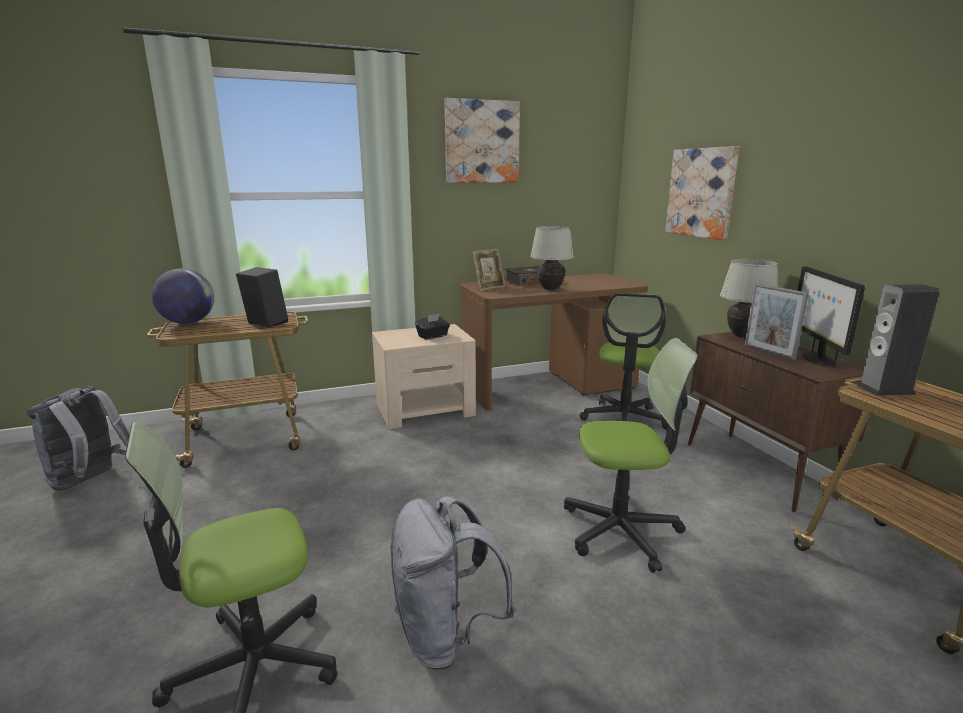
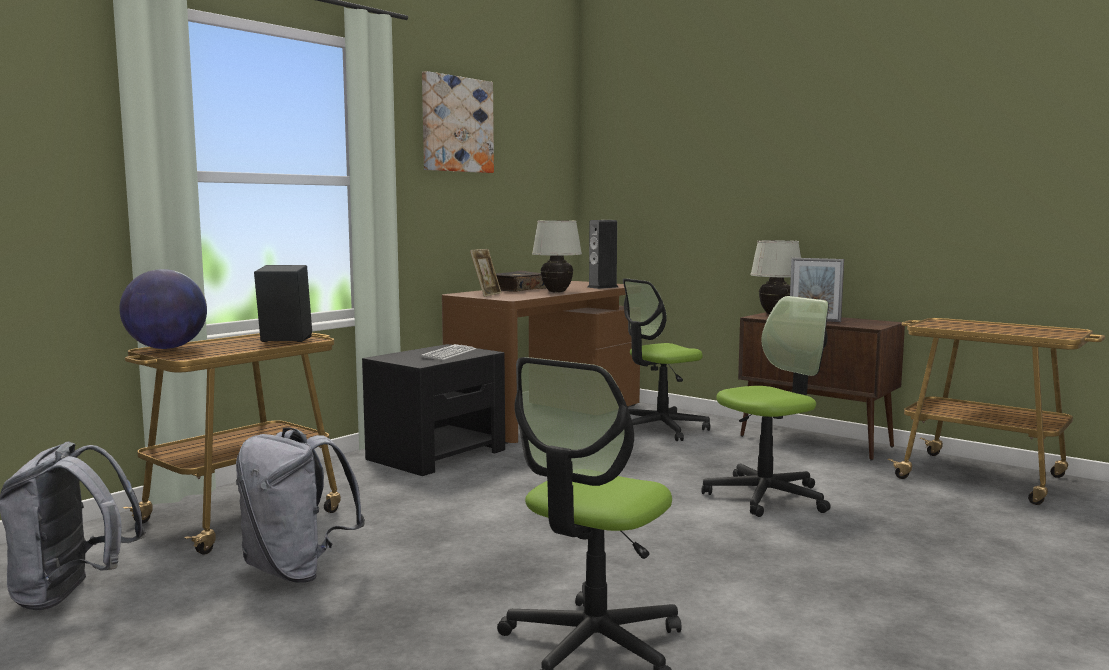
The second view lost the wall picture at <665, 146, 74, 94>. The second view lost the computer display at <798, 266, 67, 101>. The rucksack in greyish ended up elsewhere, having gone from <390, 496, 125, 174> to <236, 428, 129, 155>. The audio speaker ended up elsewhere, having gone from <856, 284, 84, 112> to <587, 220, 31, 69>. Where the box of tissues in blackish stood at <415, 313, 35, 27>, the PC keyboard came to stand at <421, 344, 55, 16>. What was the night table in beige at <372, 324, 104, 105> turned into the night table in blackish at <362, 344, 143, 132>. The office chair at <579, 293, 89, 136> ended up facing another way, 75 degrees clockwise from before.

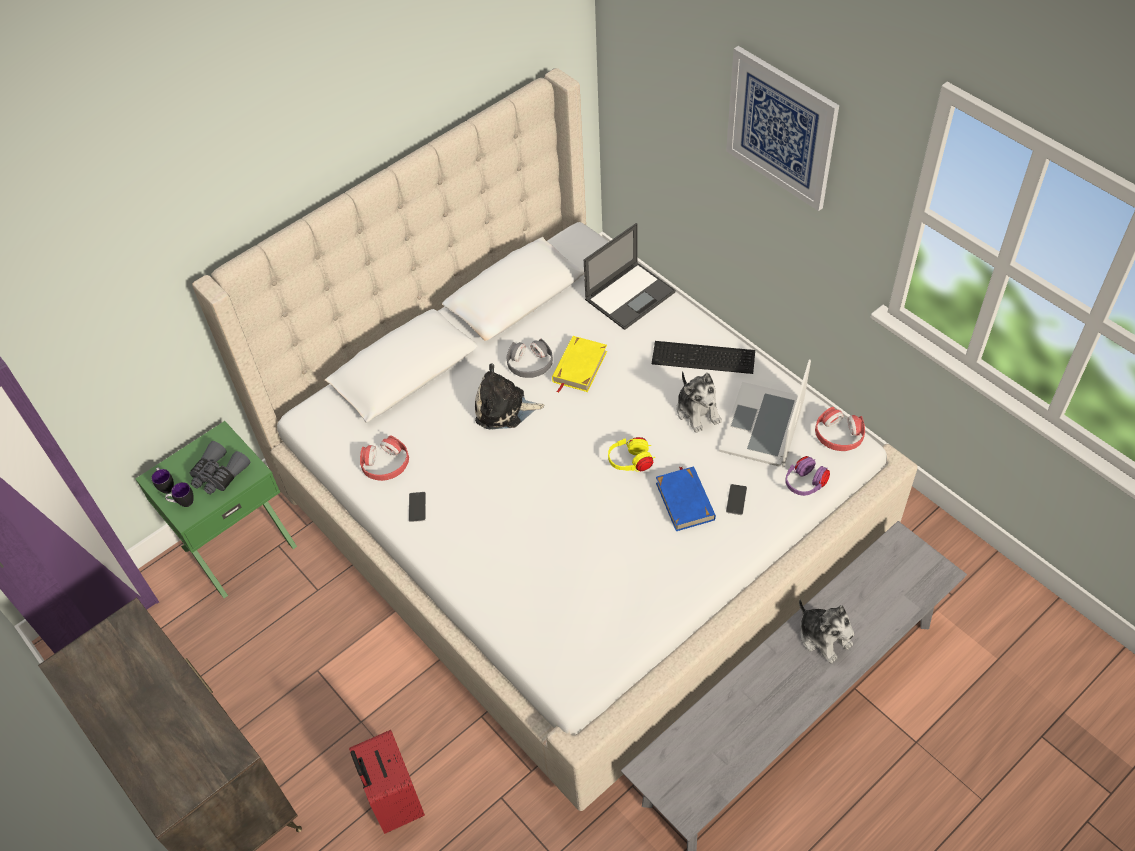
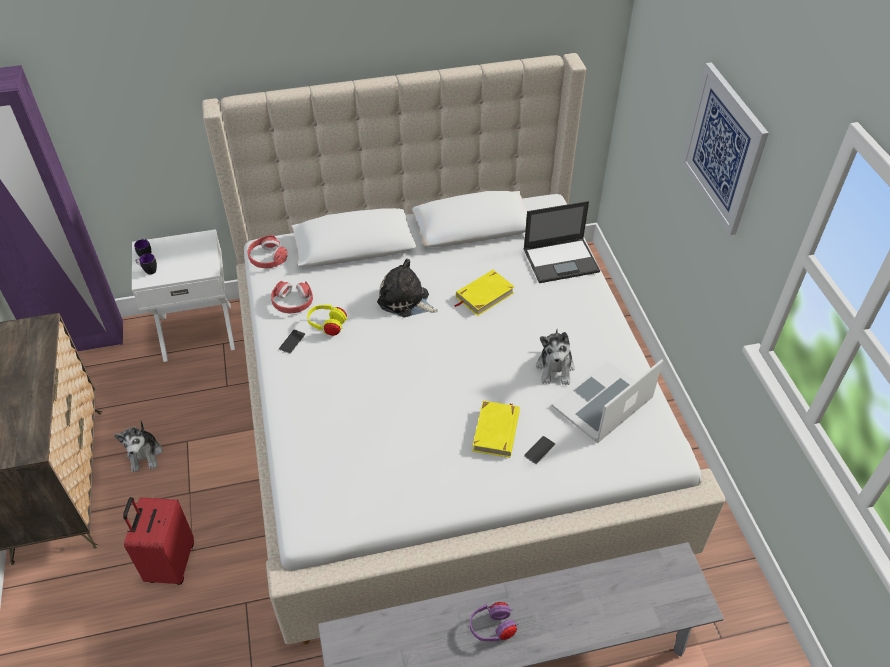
The second view lost the field glasses in greyish at <190, 441, 60, 53>. The second view lost the headphones in greyish at <507, 339, 46, 39>. The second view lost the PC keyboard at <652, 341, 103, 33>. The headphones in yellow-coloured ended up elsewhere, having gone from <608, 437, 47, 34> to <307, 305, 41, 31>. The headphones in purplish ended up elsewhere, having gone from <785, 456, 45, 40> to <470, 602, 48, 40>. The plush toy ended up elsewhere, having gone from <799, 600, 55, 63> to <114, 420, 48, 52>. The headphones in red-coloured ended up elsewhere, having gone from <815, 407, 50, 44> to <247, 235, 41, 33>. What was the night table in green-coloured at <136, 421, 161, 177> turned into the night table in whitish at <132, 229, 103, 133>. What was the bound book in blue-coloured at <656, 466, 60, 65> turned into the bound book in yellow-coloured at <473, 401, 47, 57>.

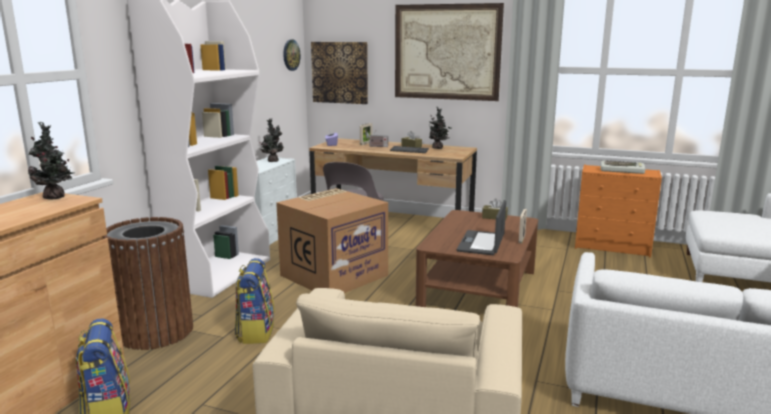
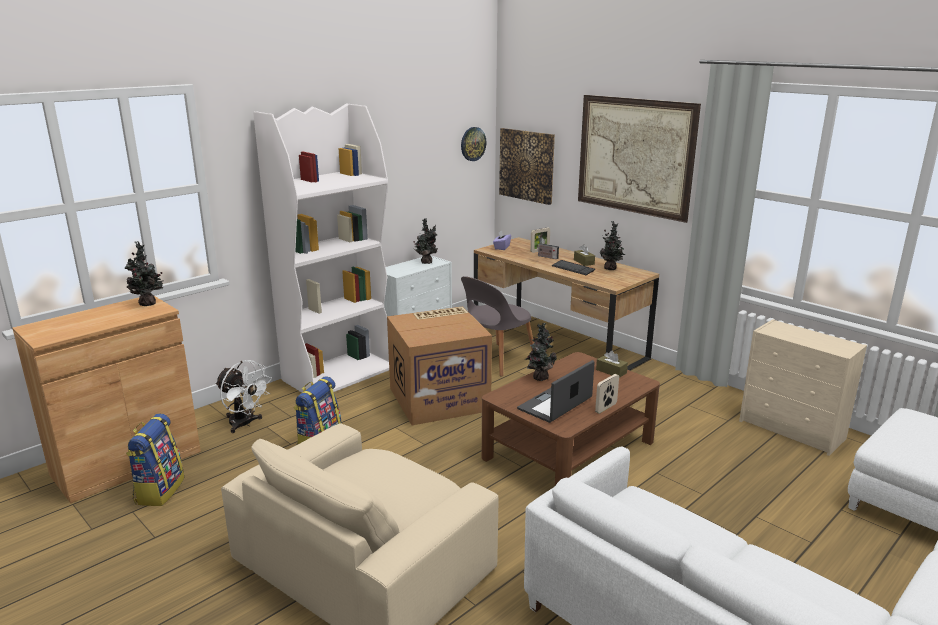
The second view lost the PC keyboard at <600, 160, 45, 14>. The second view gained the plant in a pot at <524, 323, 32, 58>. Where the trash can in brownish stood at <103, 217, 90, 133>, the fan in whitish came to stand at <216, 360, 56, 73>. What was the dresser in orange at <575, 165, 87, 93> turned into the dresser in beige at <739, 319, 128, 137>.

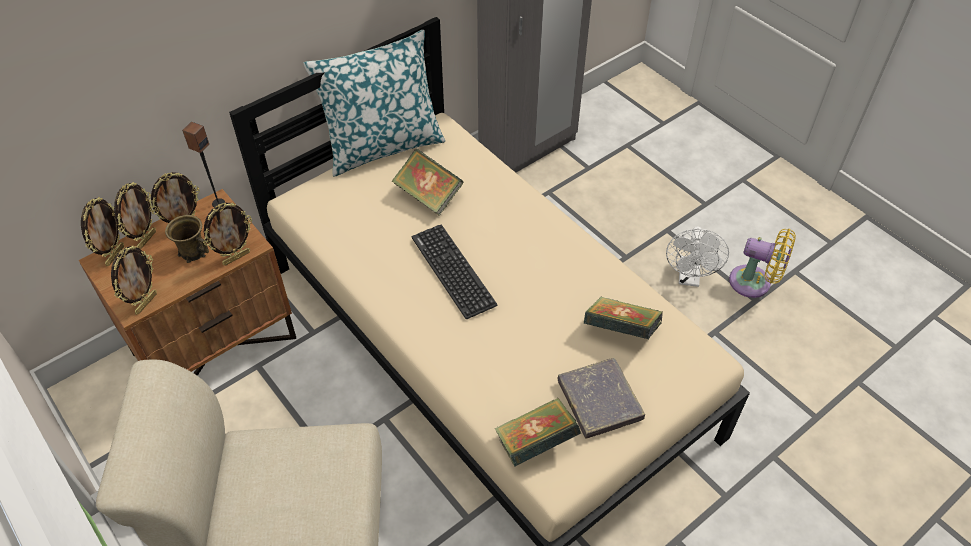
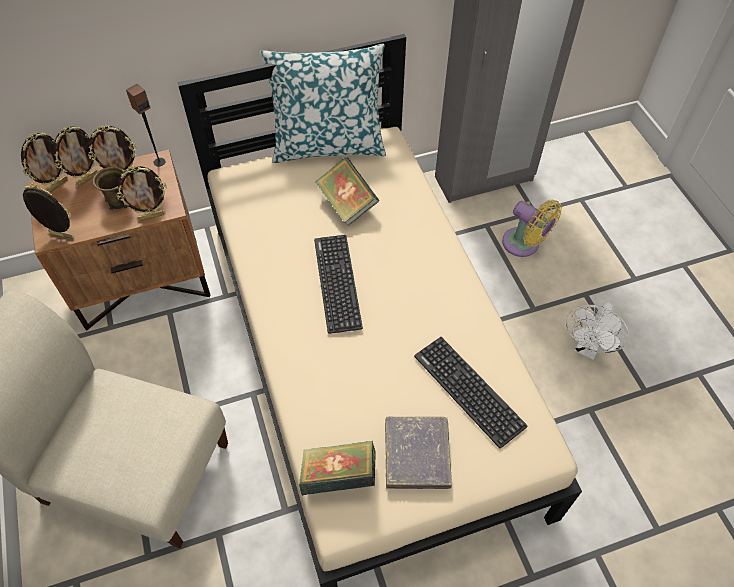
The fan in yellow-coloured ended up elsewhere, having gone from <729, 229, 67, 69> to <502, 200, 60, 57>. Where the bound book stood at <584, 296, 79, 43>, the PC keyboard came to stand at <414, 337, 113, 111>. The photo frame at <111, 245, 46, 70> ended up facing another way, 120 degrees counterclockwise from before.

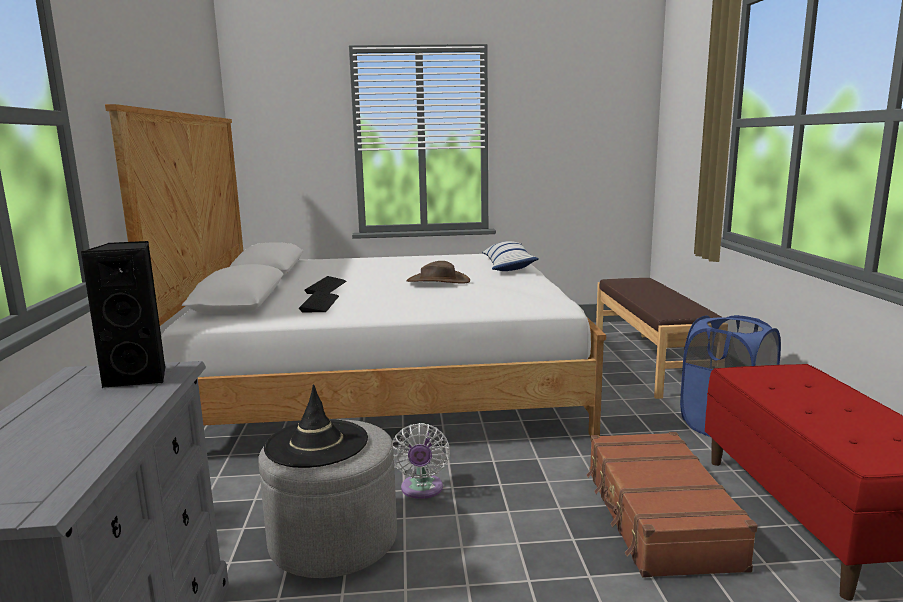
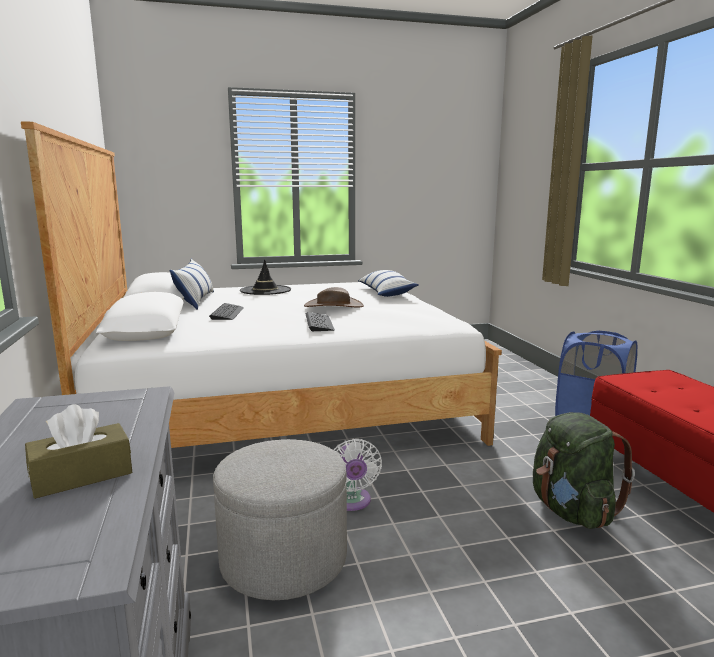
The second view lost the audio speaker in blackish at <80, 241, 86, 147>. The second view lost the long seat in brownish at <596, 278, 125, 121>. The second view gained the box of tissues in brownish at <25, 404, 107, 95>. The second view gained the pillow at <169, 259, 45, 50>. The hat in blackish ended up elsewhere, having gone from <264, 384, 104, 84> to <240, 259, 51, 36>. The PC keyboard ended up elsewhere, having gone from <299, 291, 40, 21> to <305, 312, 30, 19>. Where the travel case in brownish stood at <587, 432, 171, 146>, the rucksack in green-coloured came to stand at <533, 412, 102, 117>.

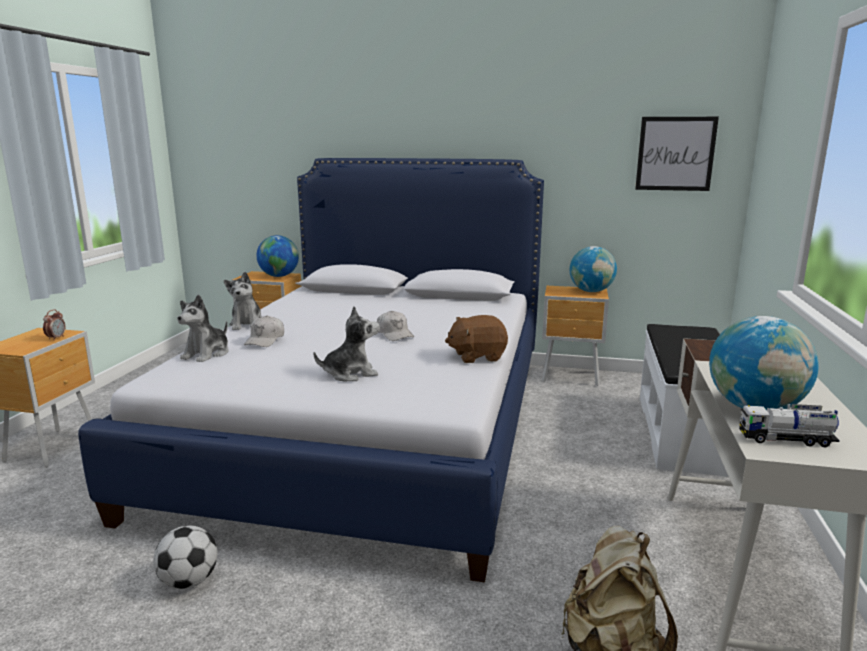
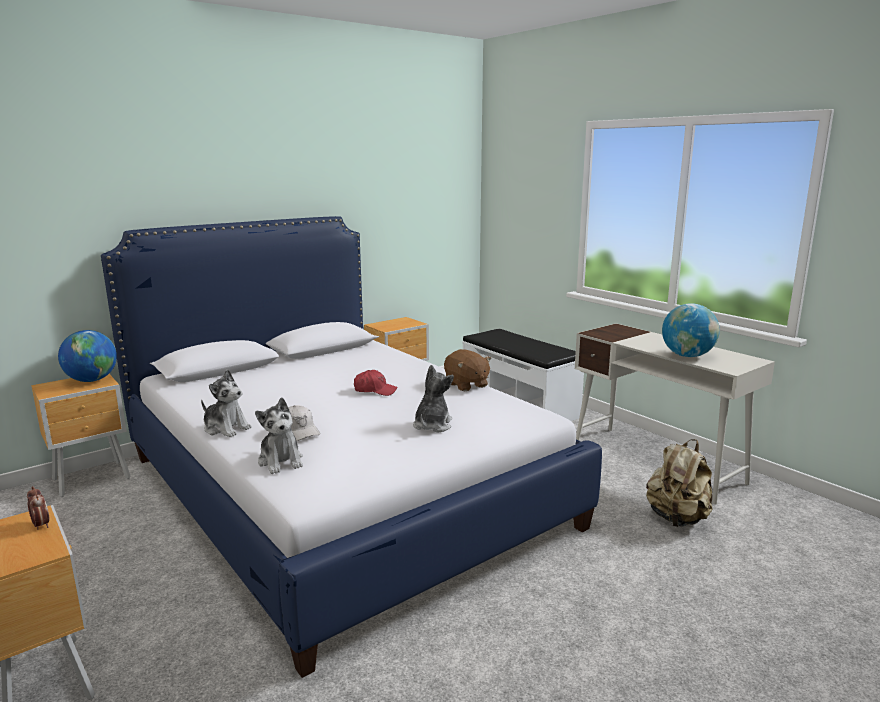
The second view lost the football at <153, 526, 64, 63>. The second view lost the desk globe at <570, 246, 47, 46>. The second view lost the wall picture at <635, 117, 84, 74>. The second view lost the model truck at <739, 404, 101, 43>. What was the cap in whitish at <377, 311, 37, 30> turned into the cap in red-coloured at <354, 370, 44, 26>. The plush toy in brownish at <445, 315, 63, 48> ended up facing another way, 60 degrees counterclockwise from before.

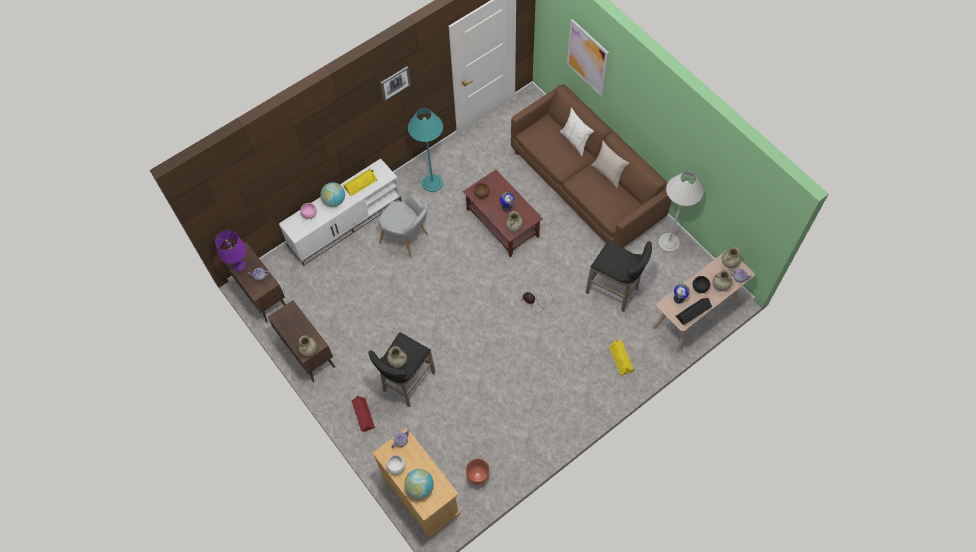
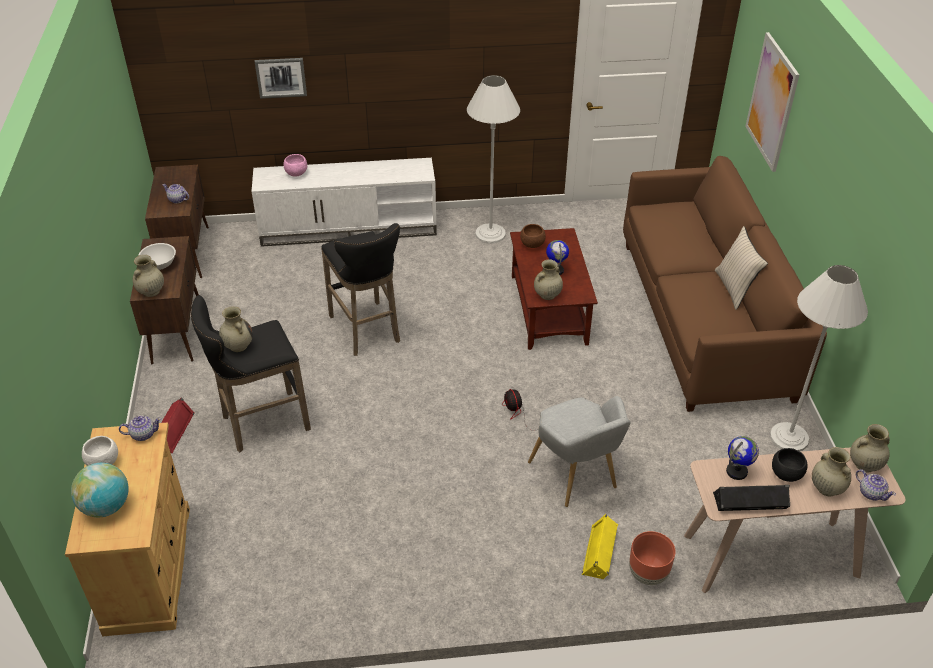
The second view lost the lamp for a table in purplish at <215, 230, 32, 42>. The second view lost the desk globe at <320, 182, 25, 25>. The second view lost the audio speaker in yellow-coloured at <343, 169, 34, 27>. The second view lost the pillow in whitish at <560, 107, 34, 49>. The second view gained the bowl in whitish at <138, 243, 38, 27>. The lounge chair in greyish ended up elsewhere, having gone from <378, 195, 50, 62> to <528, 396, 103, 111>. The wall picture ended up elsewhere, having gone from <380, 66, 31, 35> to <255, 58, 52, 41>. The flower pot in brownish ended up elsewhere, having gone from <466, 459, 24, 27> to <629, 531, 46, 54>. The stool in blackish ended up elsewhere, having gone from <585, 240, 67, 72> to <321, 223, 79, 133>. What was the standard lamp in blue-green at <408, 108, 35, 84> turned into the standard lamp in whitish at <467, 75, 53, 168>.

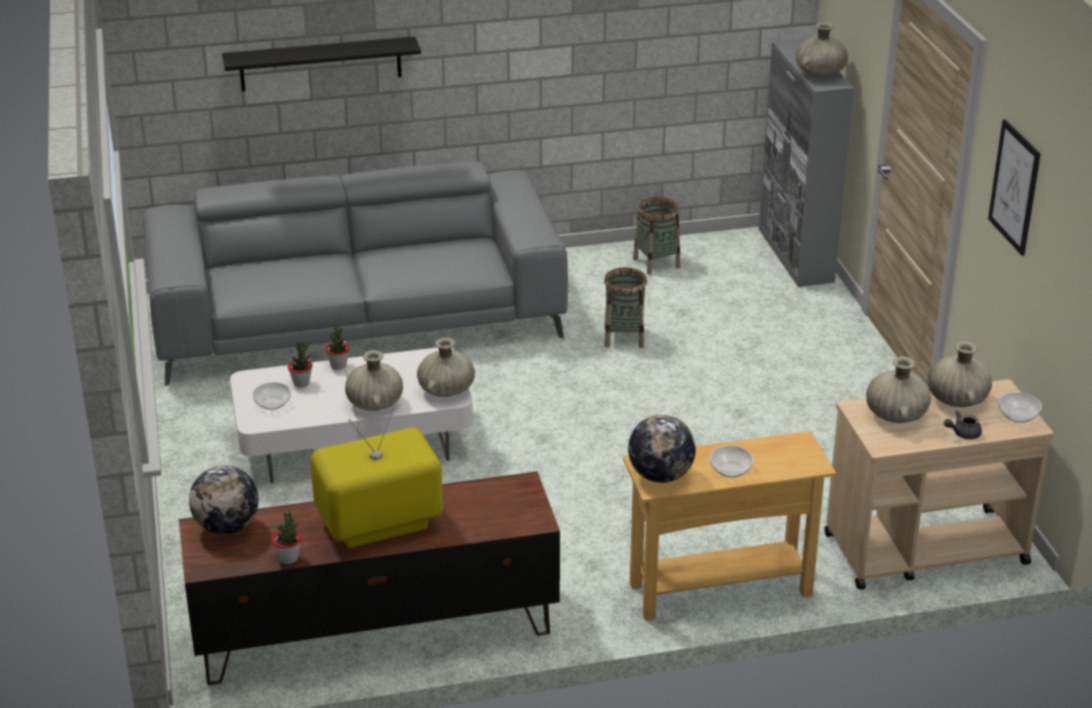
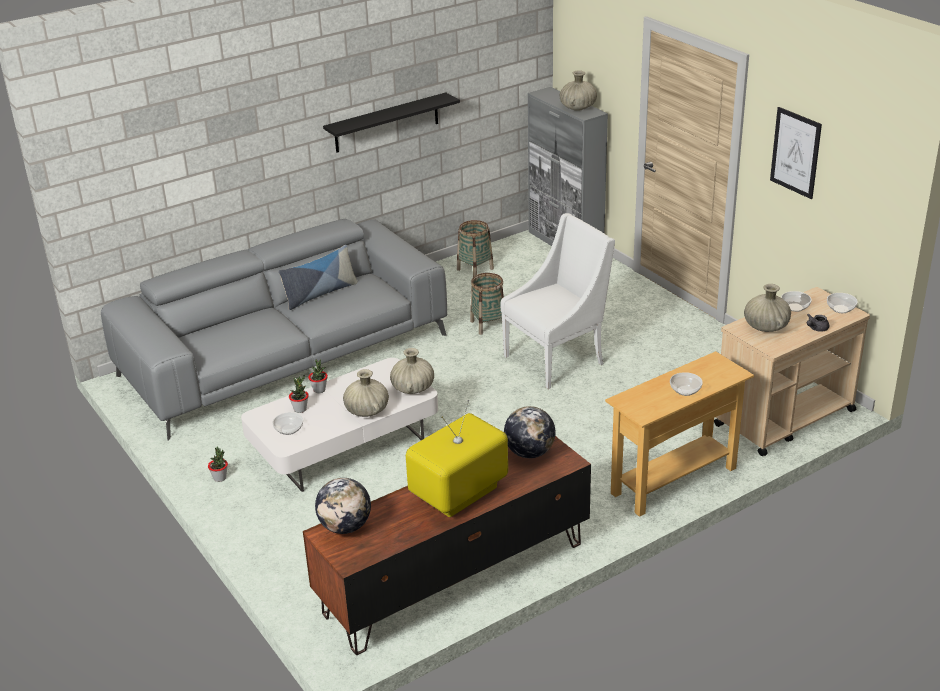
The second view gained the pillow at <279, 245, 79, 65>. The second view gained the lounge chair in whitish at <500, 213, 115, 176>. The shelf in blackish ended up elsewhere, having gone from <222, 37, 199, 54> to <323, 92, 137, 61>. The plant in a pot ended up elsewhere, having gone from <271, 511, 31, 53> to <208, 446, 20, 36>. The desk globe ended up elsewhere, having gone from <628, 415, 68, 68> to <504, 406, 52, 52>. Where the decorative vase in beige stood at <928, 341, 64, 66>, the bowl came to stand at <781, 291, 31, 21>.

